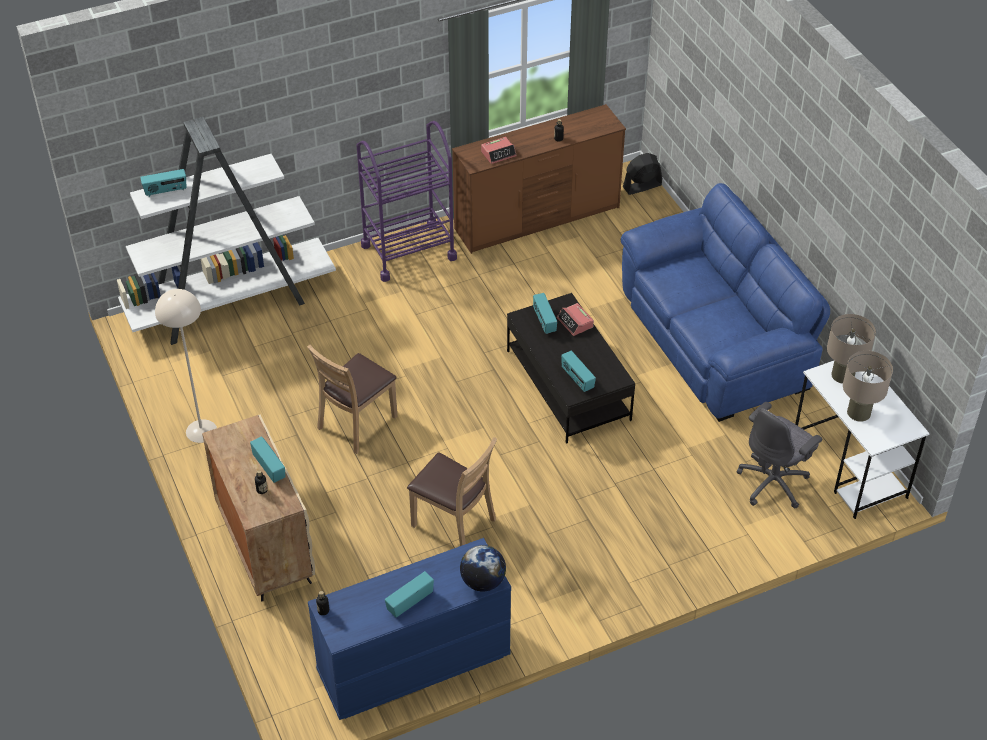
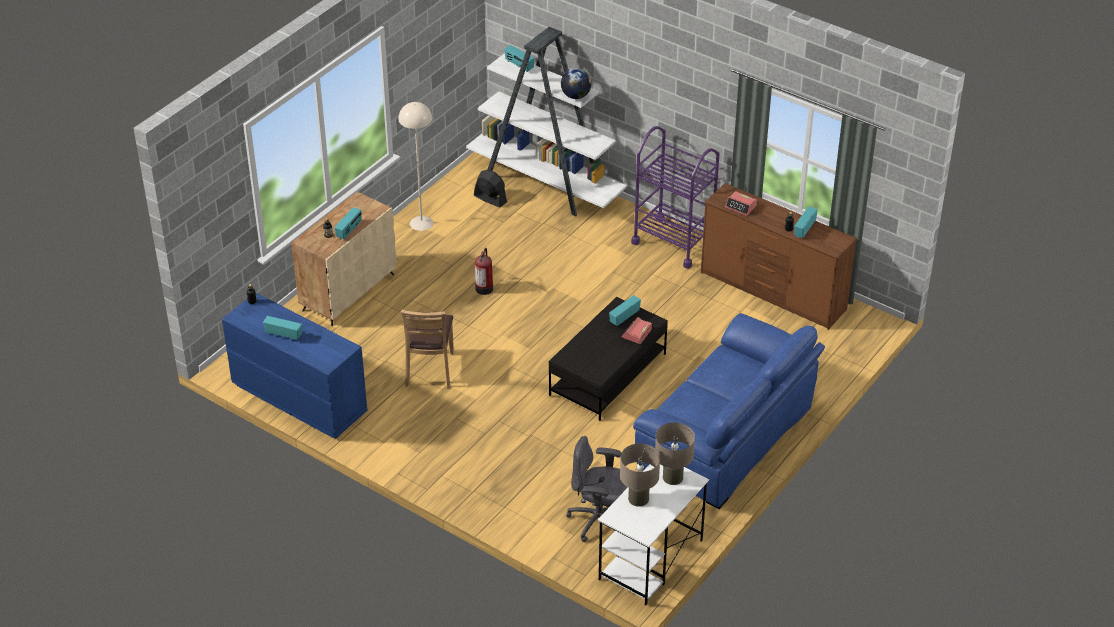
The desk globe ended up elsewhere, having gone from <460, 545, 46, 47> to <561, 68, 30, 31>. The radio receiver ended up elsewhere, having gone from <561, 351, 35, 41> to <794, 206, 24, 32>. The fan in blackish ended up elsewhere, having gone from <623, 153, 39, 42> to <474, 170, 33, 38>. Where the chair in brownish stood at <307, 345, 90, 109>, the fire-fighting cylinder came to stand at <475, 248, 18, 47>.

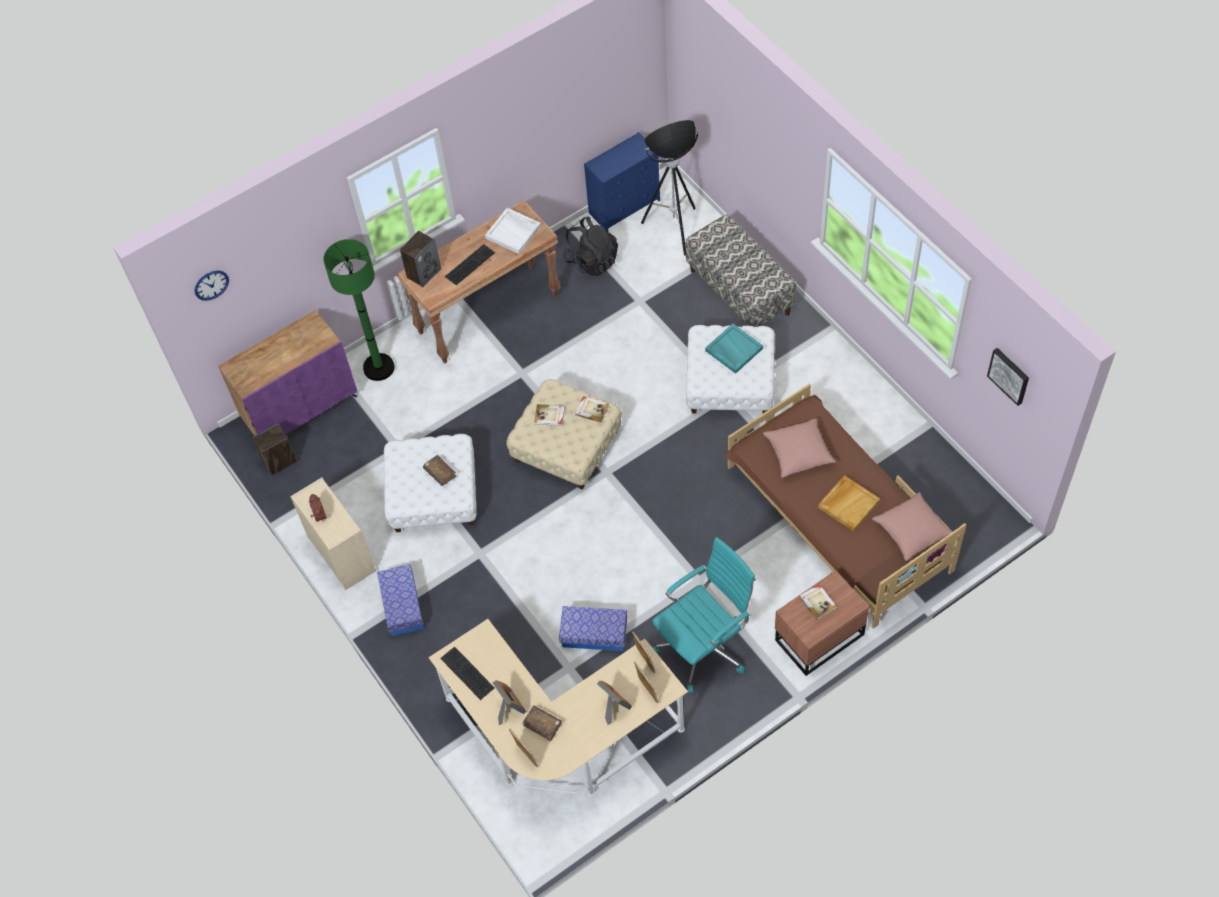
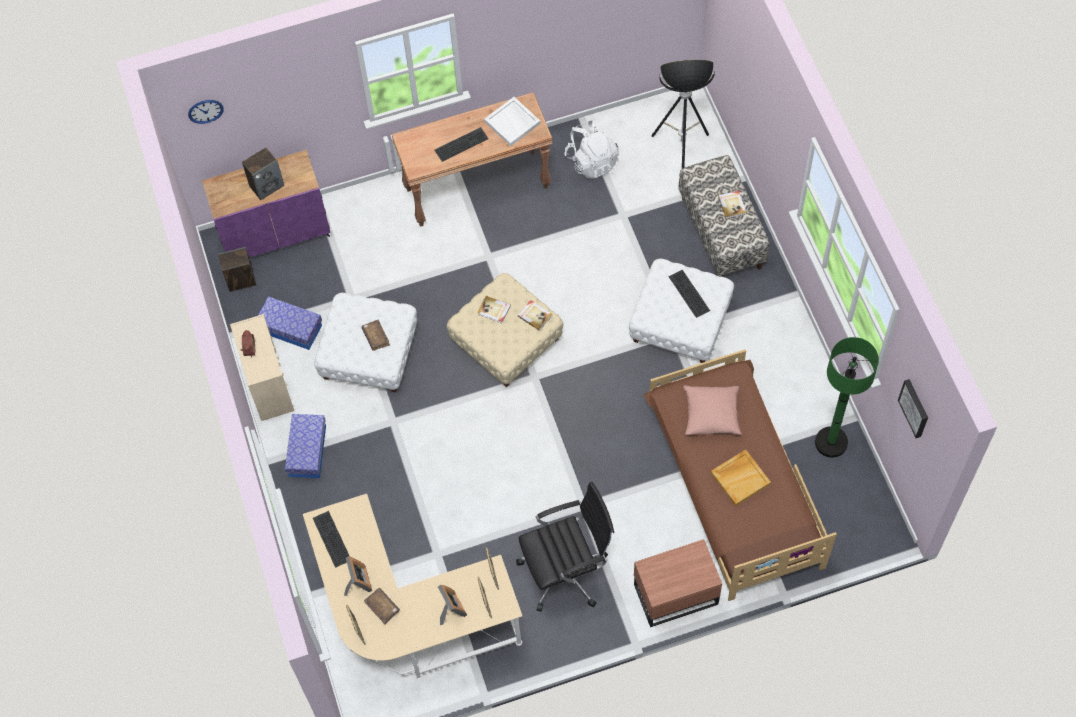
The second view lost the dresser in blue-coloured at <584, 132, 76, 100>. The second view lost the pillow in pinkish at <872, 492, 81, 69>. The standard lamp in green-coloured ended up elsewhere, having gone from <324, 239, 71, 142> to <815, 337, 64, 121>. The audio speaker ended up elsewhere, having gone from <400, 231, 41, 56> to <242, 147, 42, 53>. The storage box ended up elsewhere, having gone from <559, 606, 68, 45> to <258, 296, 64, 54>. The bound book ended up elsewhere, having gone from <799, 584, 38, 36> to <718, 191, 28, 28>. Where the tray in blue-green stood at <705, 323, 58, 51>, the PC keyboard came to stand at <669, 270, 41, 48>. What was the rucksack in blackish at <563, 217, 55, 59> turned into the rucksack in whitish at <564, 120, 55, 59>. What was the office chair in blue-green at <652, 537, 104, 156> turned into the office chair in blackish at <516, 482, 98, 130>.

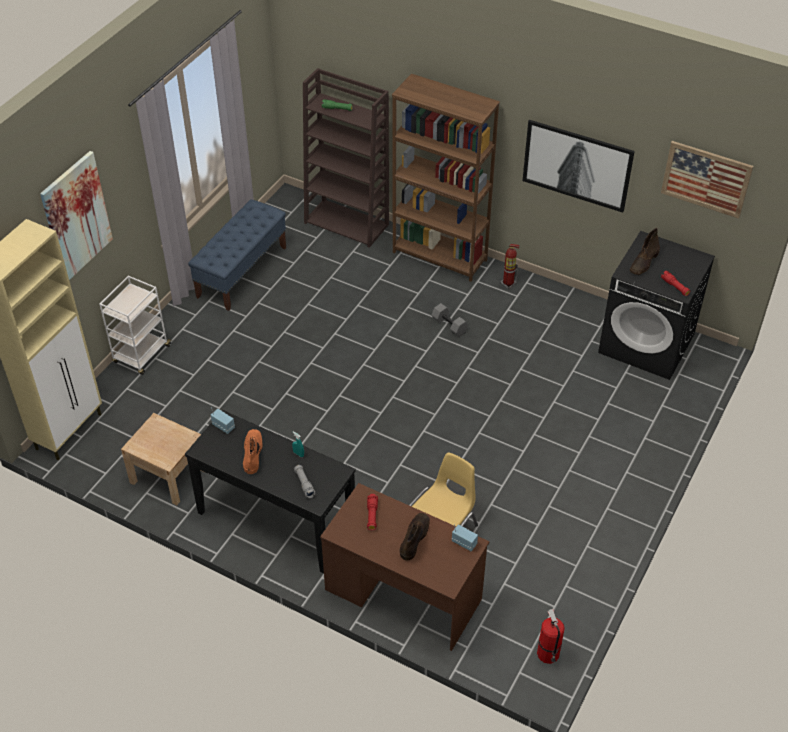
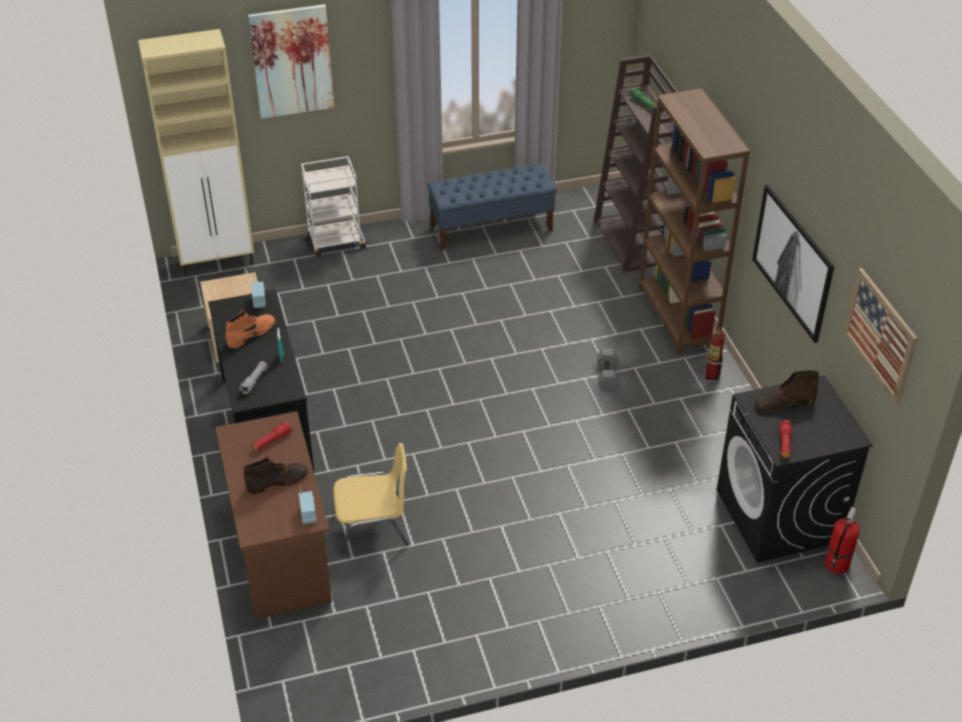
The fire-fighting cylinder ended up elsewhere, having gone from <537, 609, 28, 55> to <825, 507, 35, 67>.

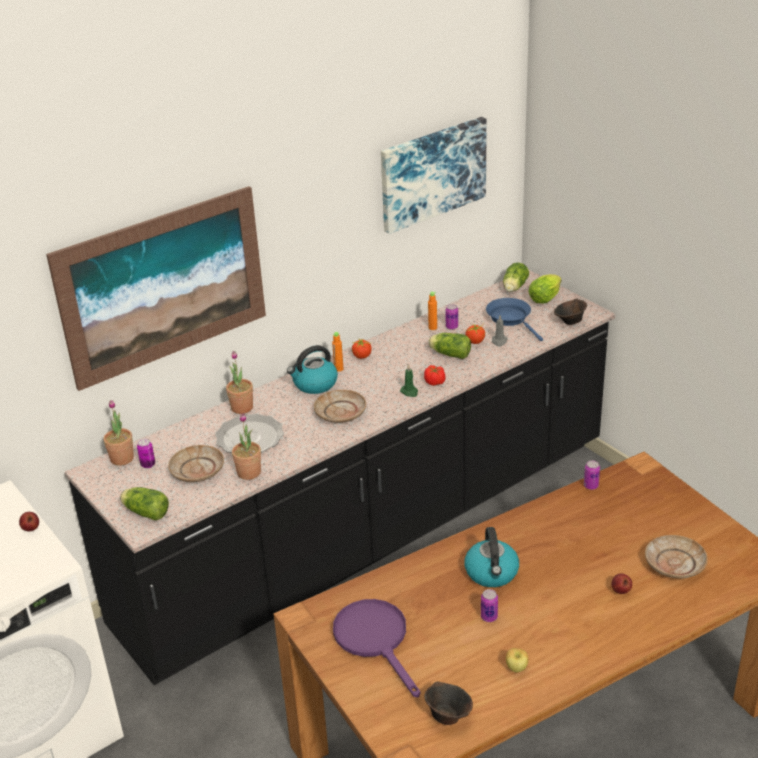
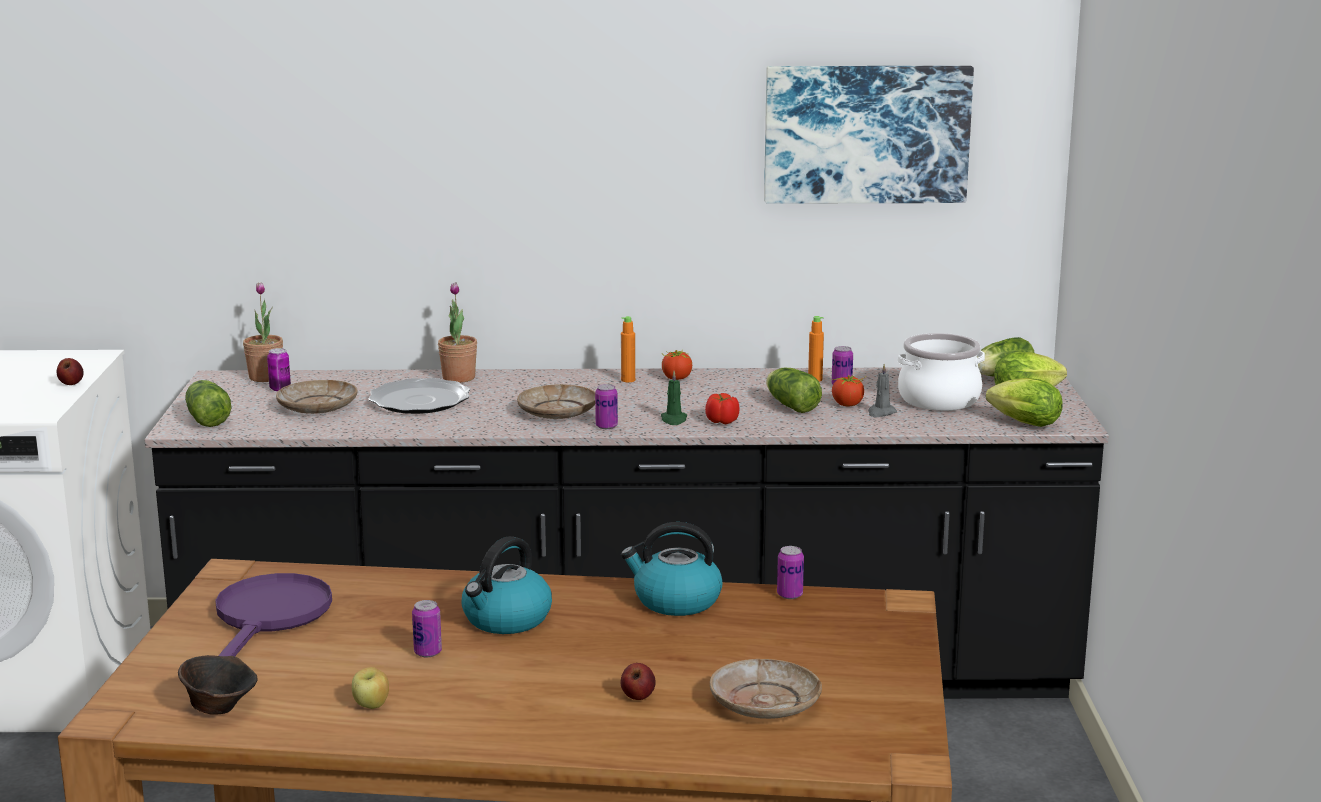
The second view lost the wall picture at <46, 186, 220, 205>. The second view lost the plant in a pot at <232, 413, 29, 67>. The second view gained the can at <595, 384, 23, 45>. The water kettle ended up elsewhere, having gone from <287, 345, 51, 49> to <621, 522, 102, 94>. Where the skillet in blue-coloured stood at <486, 298, 57, 43>, the cooking pot came to stand at <898, 333, 87, 78>. Where the bowl in brownish stood at <554, 298, 33, 27>, the lettuce came to stand at <986, 378, 77, 49>.

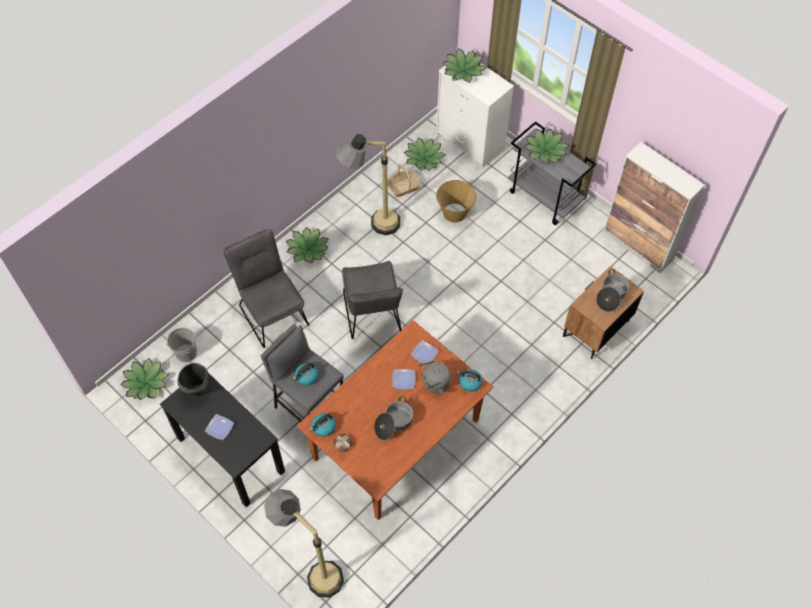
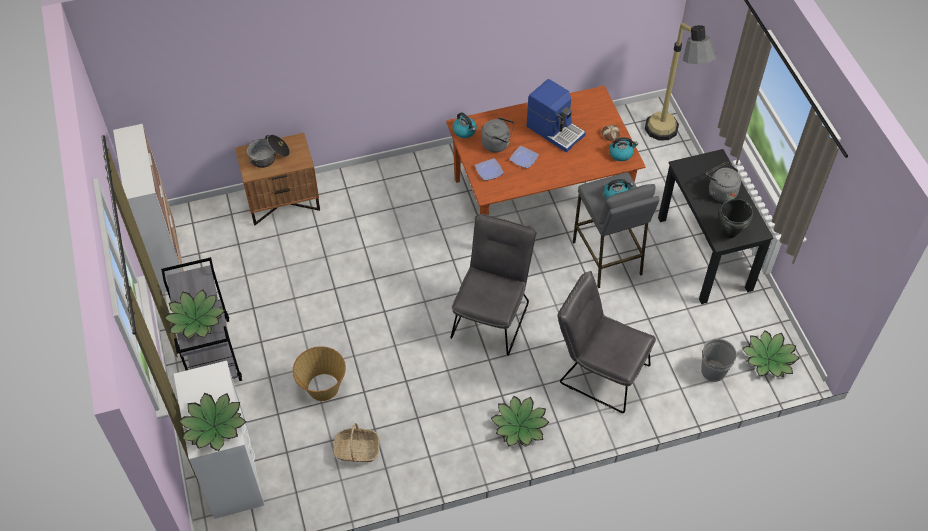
The second view lost the standard lamp at <336, 134, 64, 101>. The second view lost the plant in a pot at <404, 137, 41, 34>. Where the dinner plate stood at <205, 414, 29, 26>, the water kettle in greyish came to stand at <706, 162, 35, 40>. Where the cooking pot stood at <374, 396, 39, 44>, the coffee brewer came to stand at <527, 79, 59, 74>. The chair in greyish at <223, 229, 86, 119> ended up facing another way, 120 degrees clockwise from before.

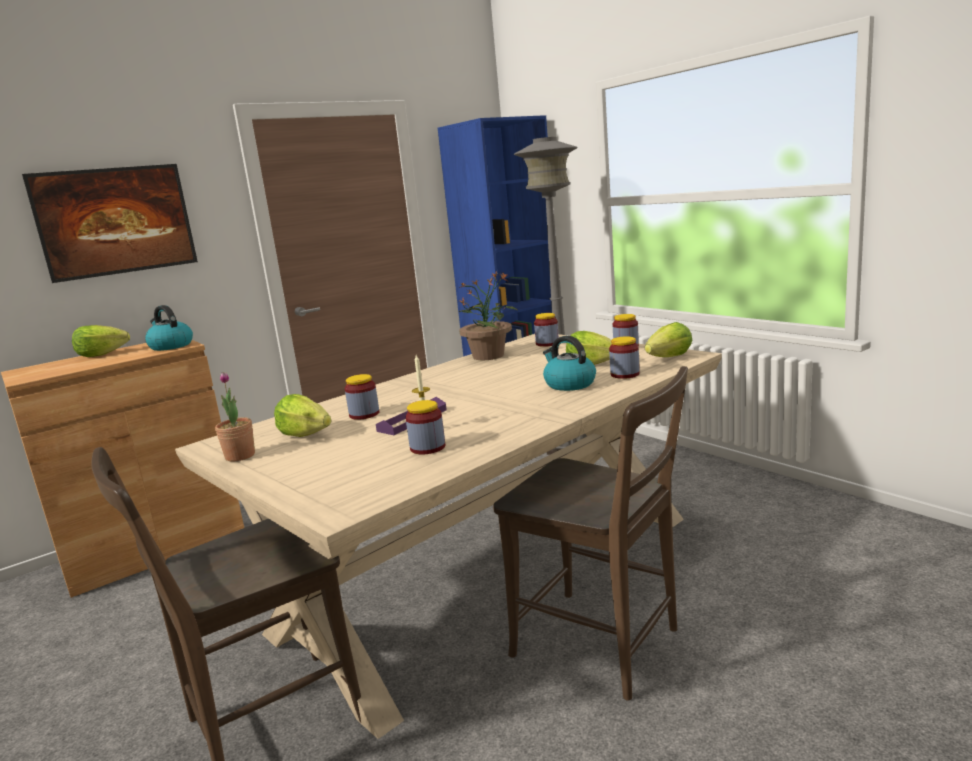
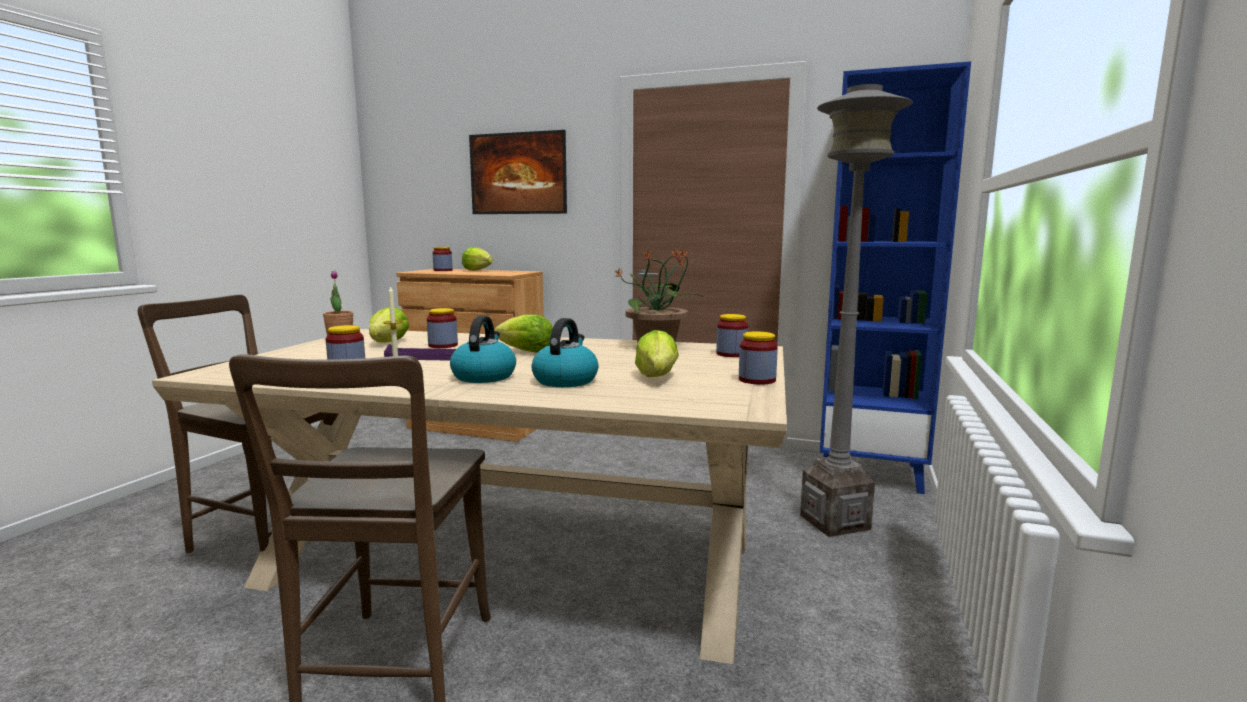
The water kettle ended up elsewhere, having gone from <145, 305, 48, 46> to <450, 316, 66, 67>. The preserve jar ended up elsewhere, having gone from <609, 336, 31, 43> to <433, 247, 20, 24>. The lettuce ended up elsewhere, having gone from <645, 322, 47, 35> to <494, 314, 59, 39>.

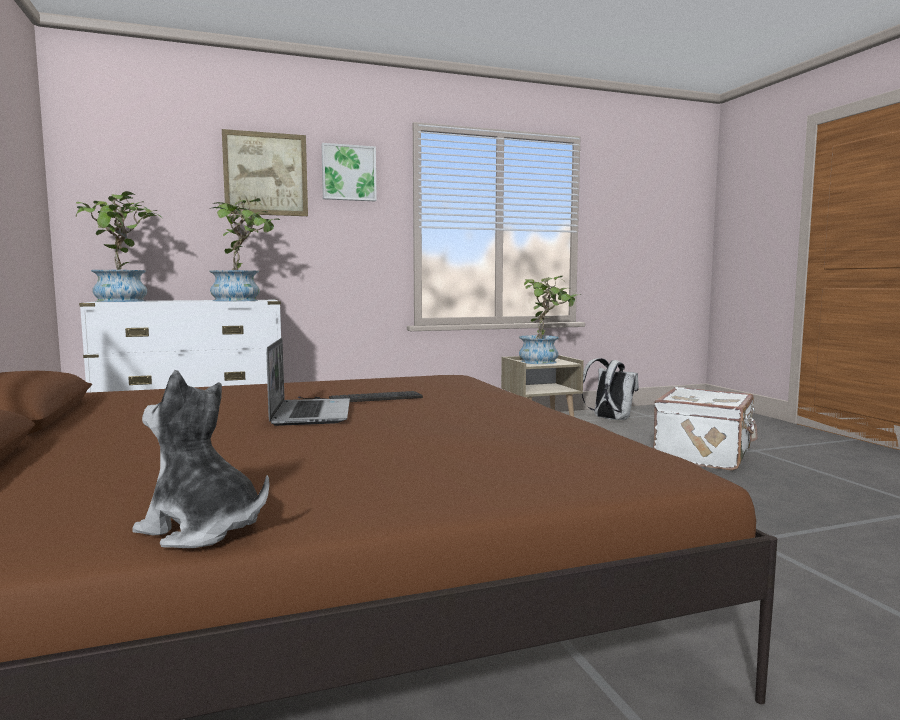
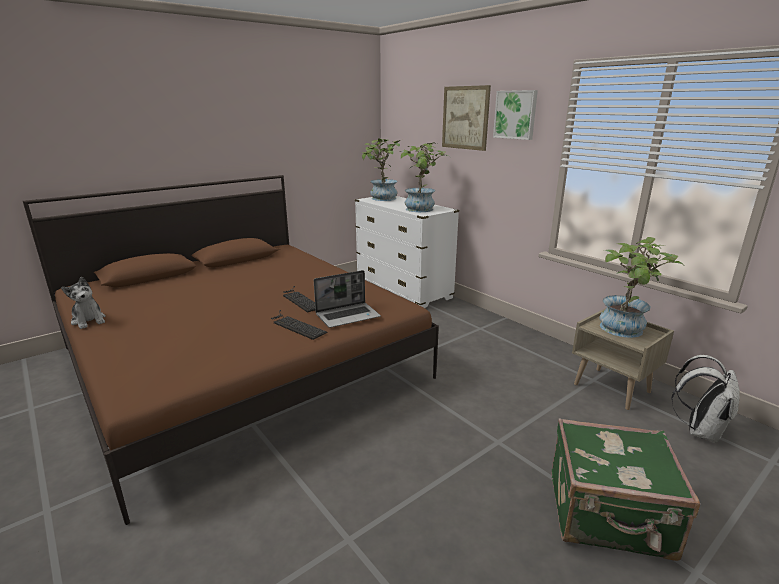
The second view gained the PC keyboard at <271, 310, 56, 30>. The notebook computer ended up elsewhere, having gone from <266, 338, 84, 88> to <314, 270, 67, 58>. What was the travel case in whitish at <653, 387, 104, 84> turned into the travel case in green-coloured at <551, 419, 149, 142>. The plush toy at <133, 370, 136, 178> ended up facing another way, 135 degrees clockwise from before.

